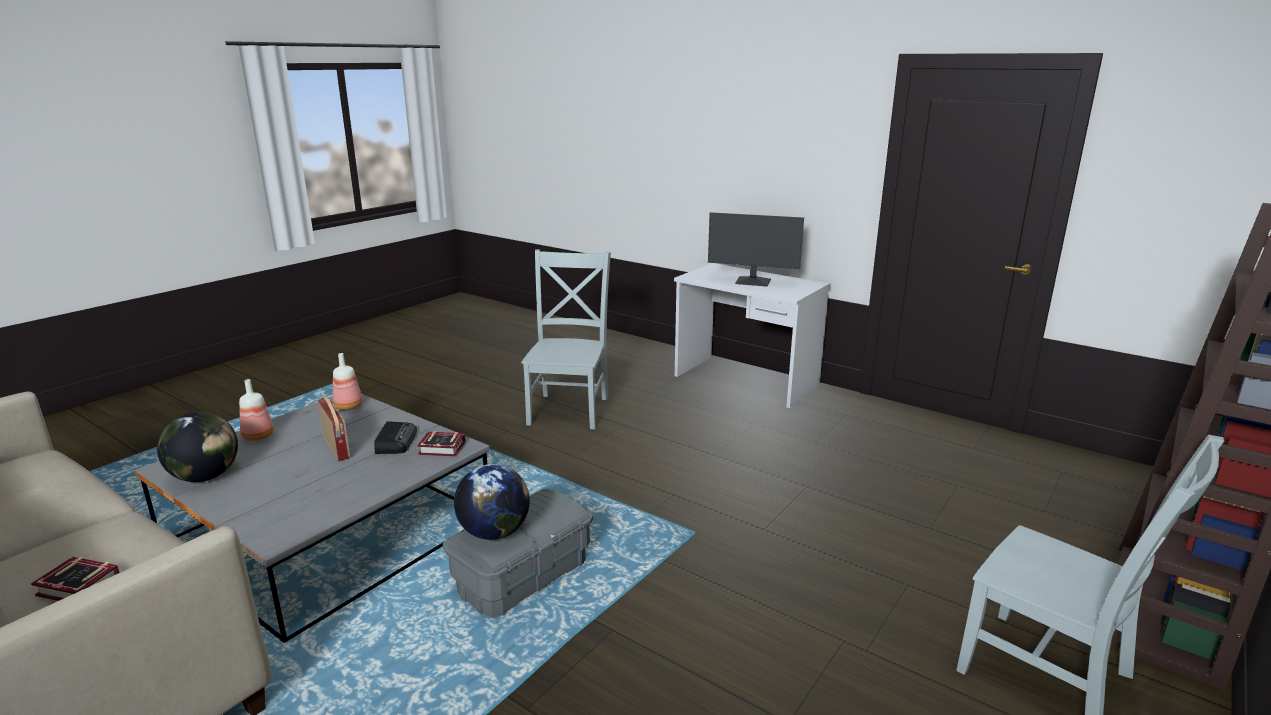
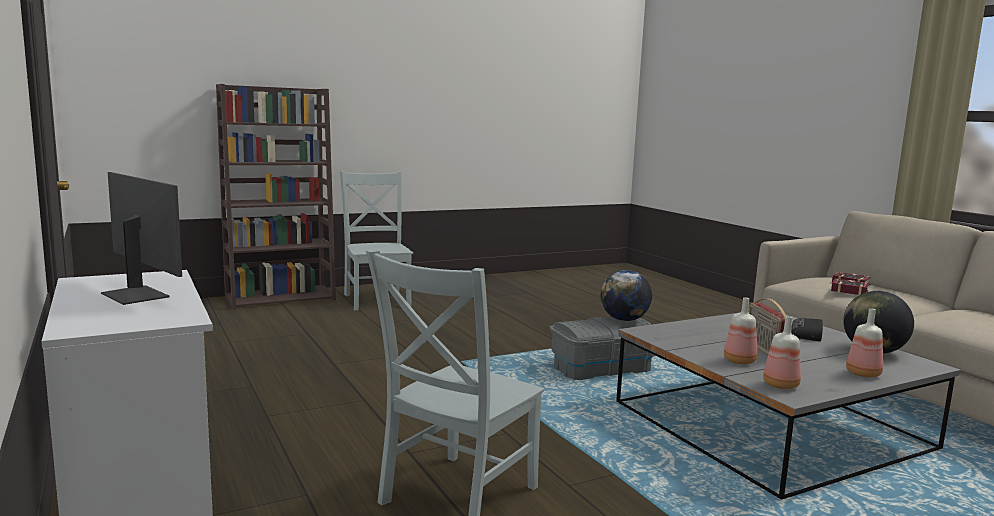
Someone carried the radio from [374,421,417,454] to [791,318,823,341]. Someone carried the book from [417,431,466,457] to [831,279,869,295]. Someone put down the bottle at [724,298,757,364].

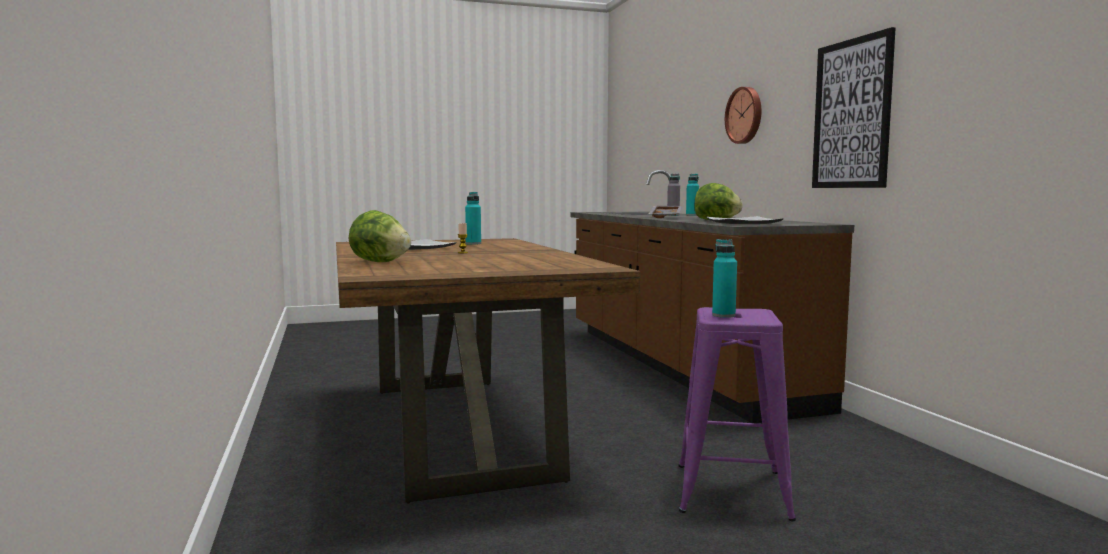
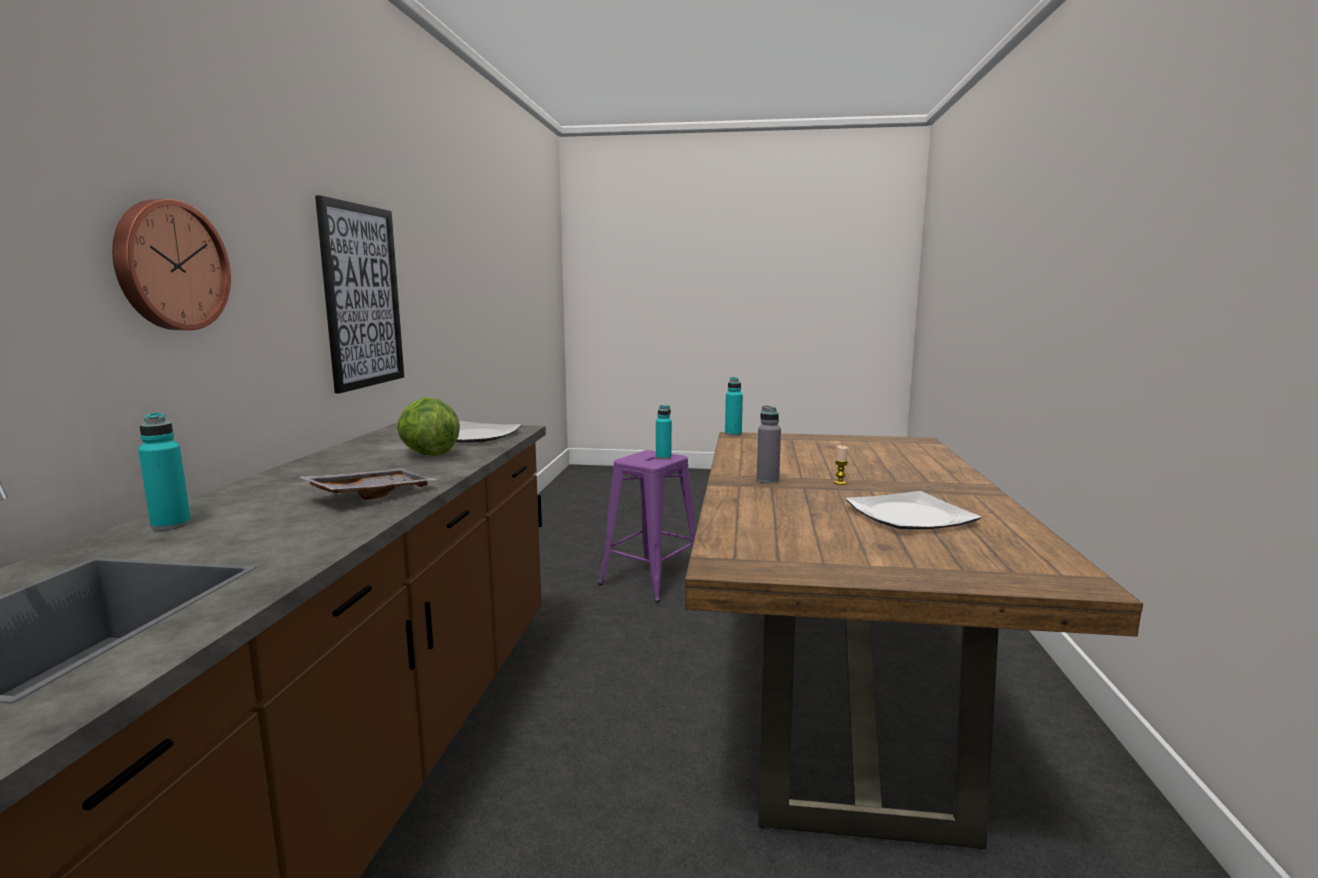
Someone carried the bottle/grey from [667,174,680,216] to [757,405,781,483]. Someone carried the bottle/turquoise from [465,192,481,245] to [725,377,743,436]. Someone took away the lettuce at [349,210,411,262].

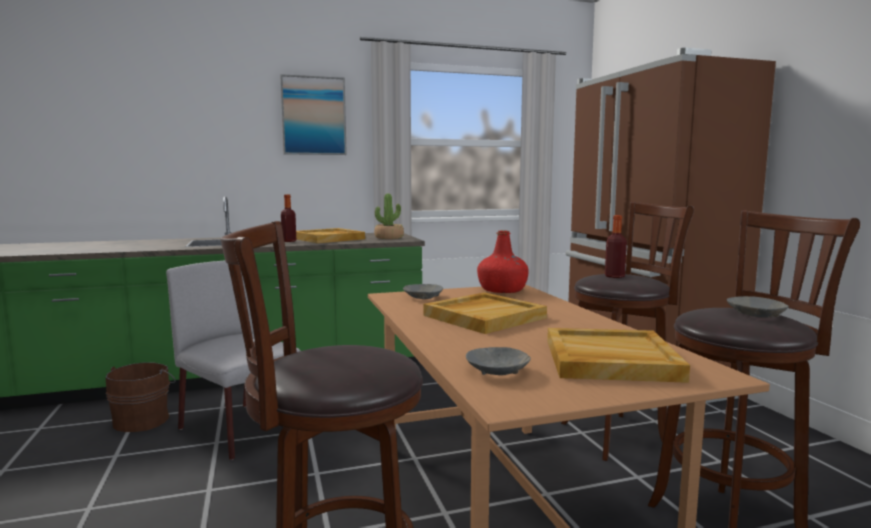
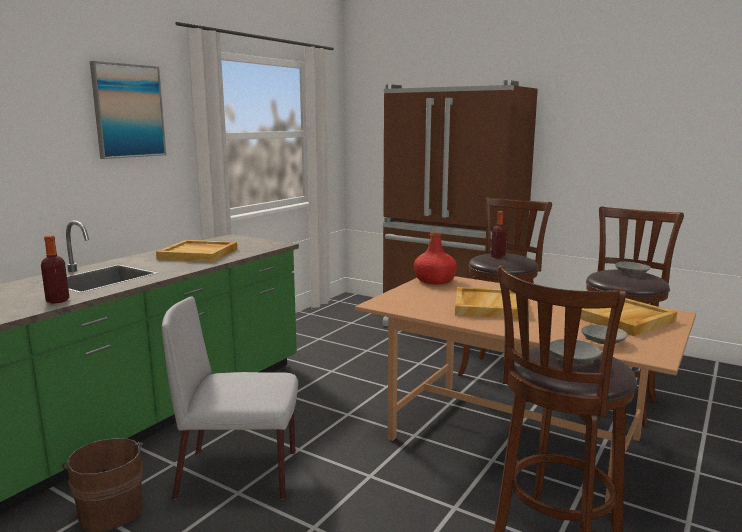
Someone took away the potted plant at [374,193,404,239]. Someone carried the bottle from [281,194,296,242] to [41,235,69,304]. Someone carried the bowl/grey from [403,284,443,299] to [550,339,602,364].

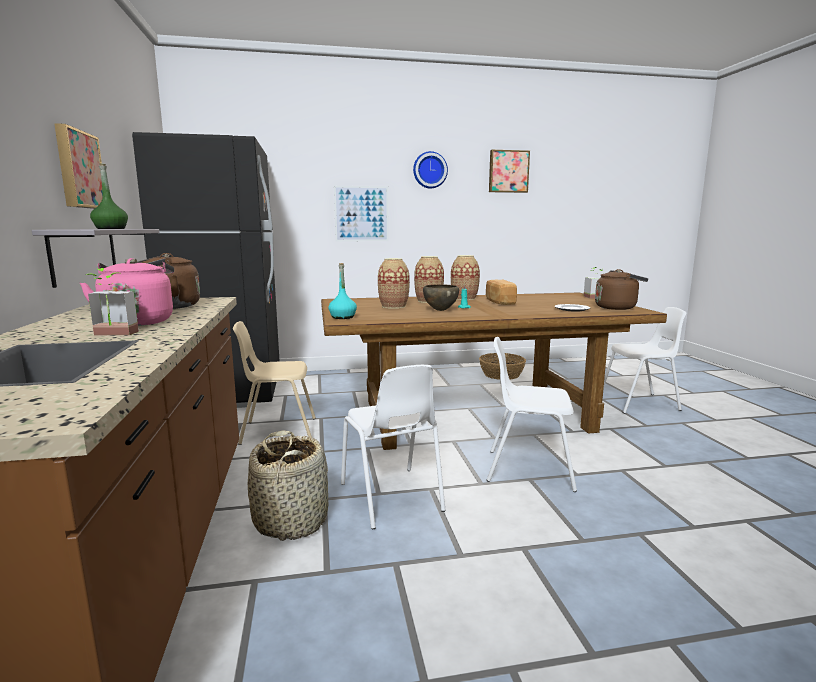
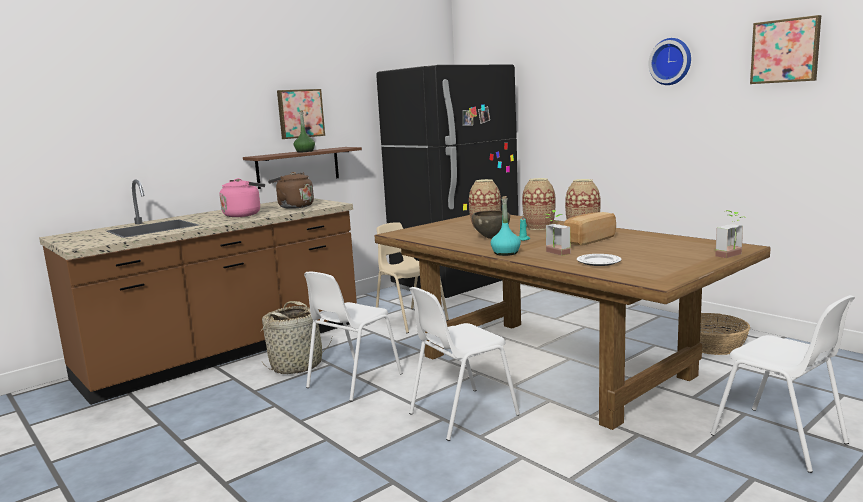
Someone took away the picture at [334,186,389,241]. Someone repainted the shelf/grey at [32,229,159,288], which became the shelf/brown at [243,147,362,189]. Someone carried the bottle/turquoise from [328,263,357,319] to [491,196,521,256]. Someone carried the potted plant from [86,268,139,335] to [546,210,570,256]. Someone took away the kettle/brown at [595,269,648,310]. Someone rotated the chair/white at [487,337,577,492] by 105 degrees counterclockwise.

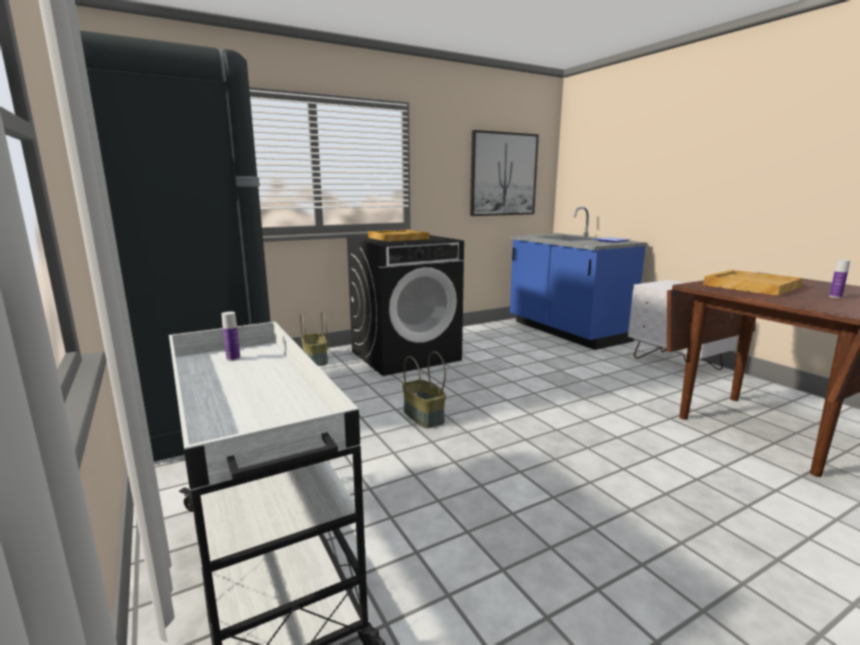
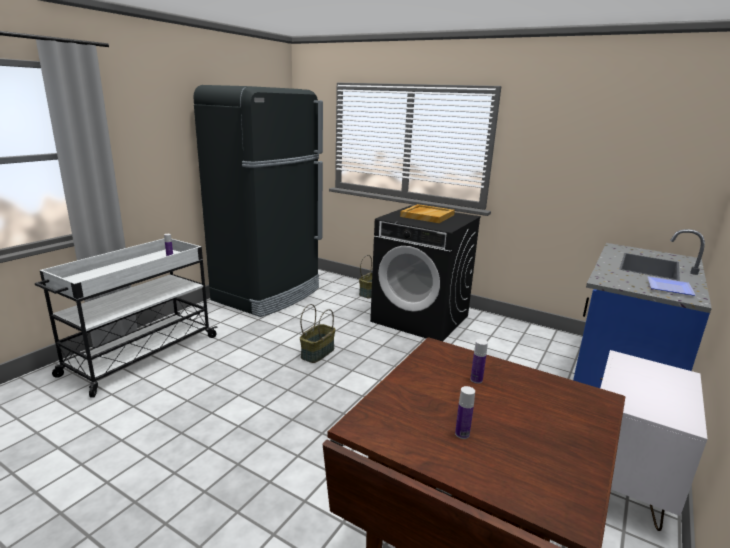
Someone took away the picture at [470,130,539,216]. Someone swapped the tray/beige at [703,270,803,296] for the bottle at [470,339,488,384].

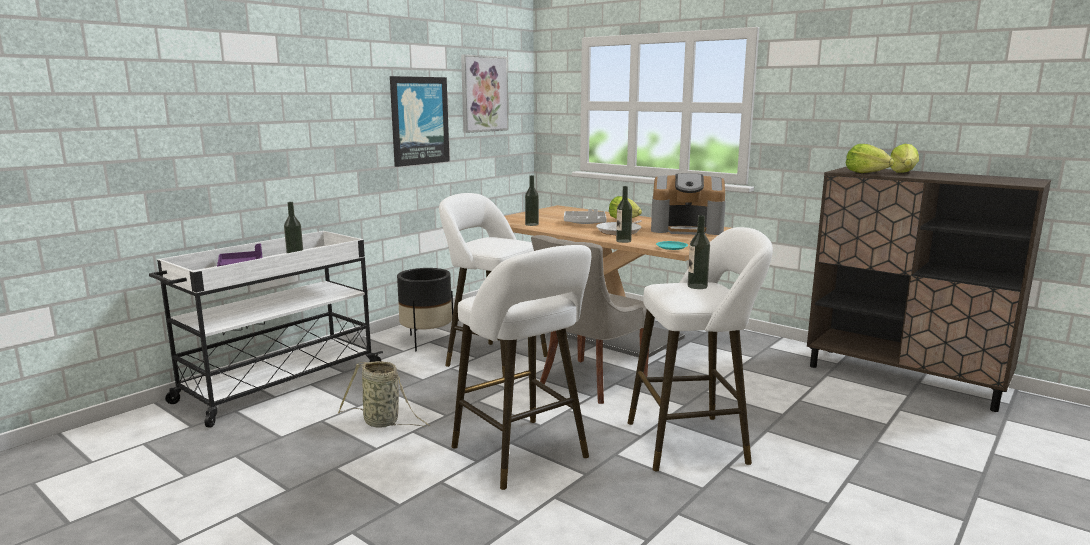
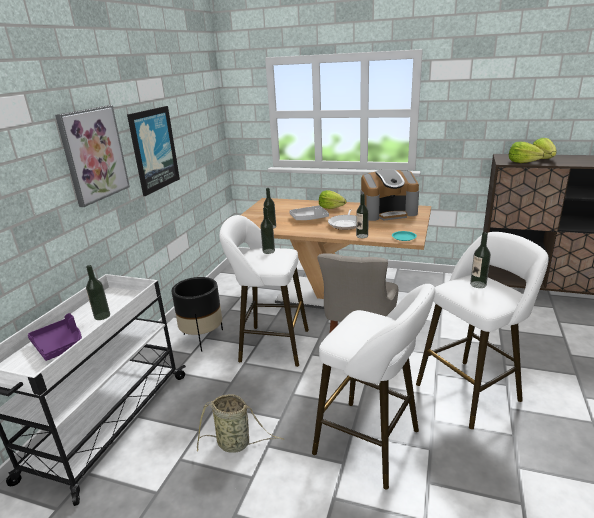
Someone carried the picture from [461,54,509,133] to [55,105,130,207]. Someone put down the bottle at [260,207,275,254].

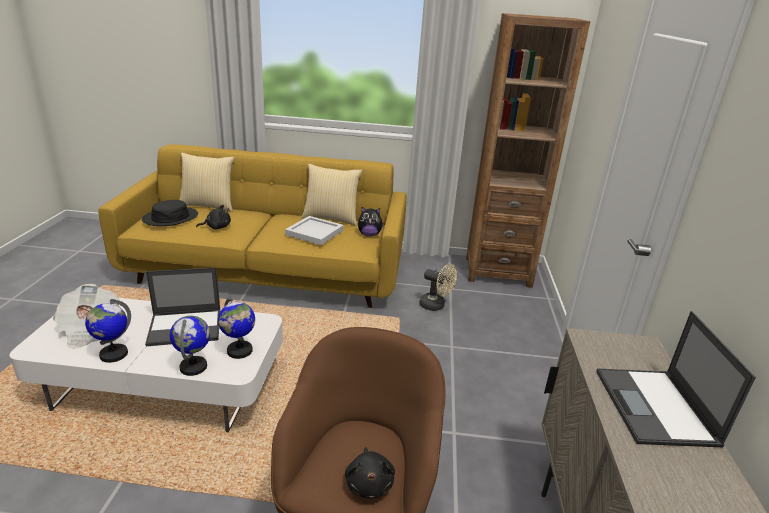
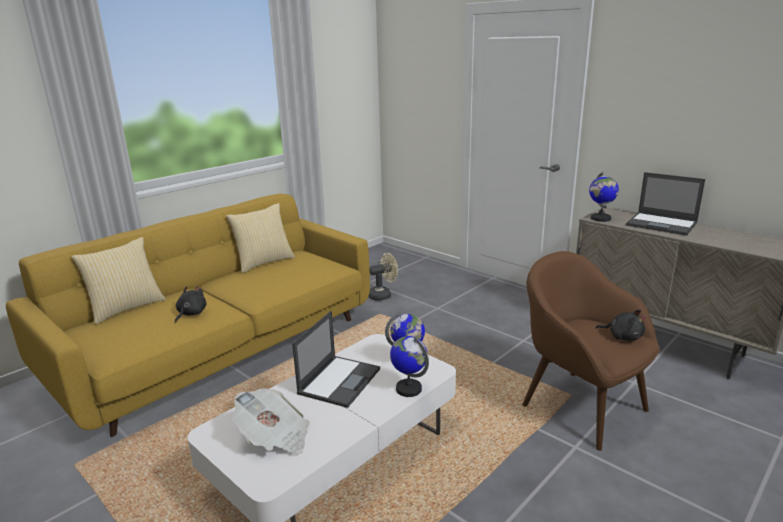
Someone took away the bookcase/brown at [466,13,590,288]. Someone took away the hat/black at [142,200,198,226]. Someone took away the plush toy at [358,207,384,237]. Someone took away the tray/white at [285,216,344,245]. Someone carried the globe from [85,299,131,363] to [589,172,619,222].

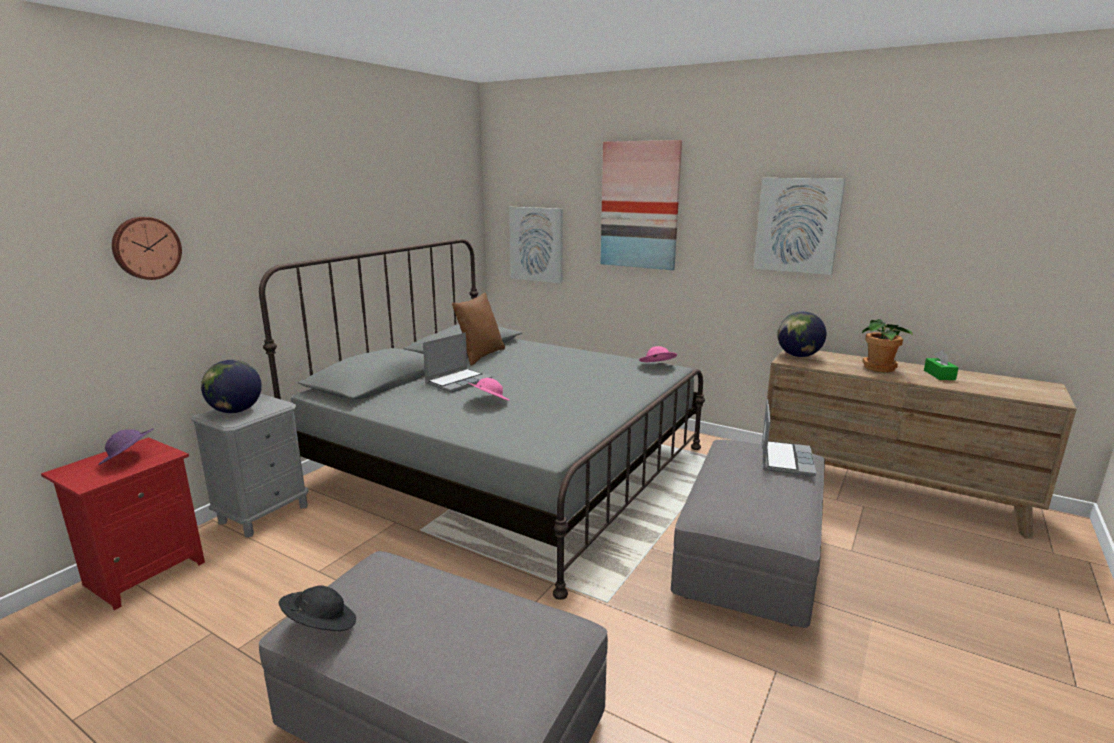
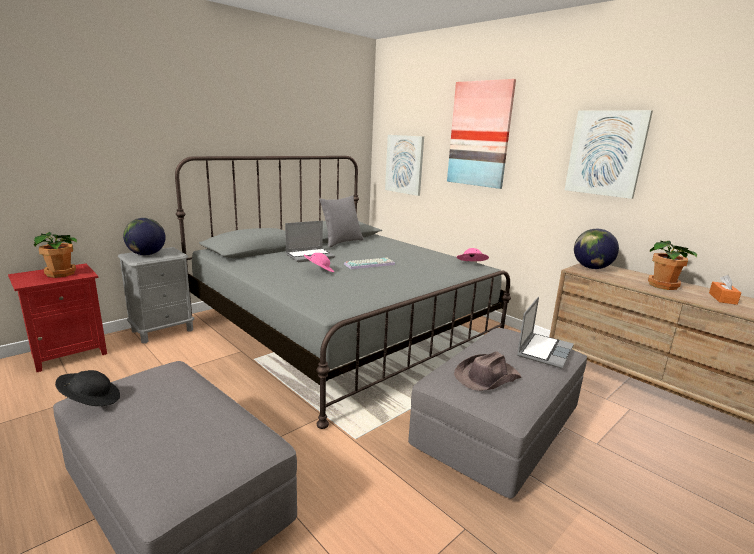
Someone took away the wall clock at [112,217,182,280]. Someone repainted the pillow/brown at [452,293,505,366], which became the pillow/grey at [319,196,363,248]. Someone repainted the tissue box/green at [924,350,959,380], which became the tissue box/orange at [709,275,741,305]. Someone swapped the hat/purple at [99,428,154,465] for the potted plant at [34,232,77,278]. Someone put down the keyboard at [344,258,395,269]. Someone put down the hat/brown at [454,351,522,391].

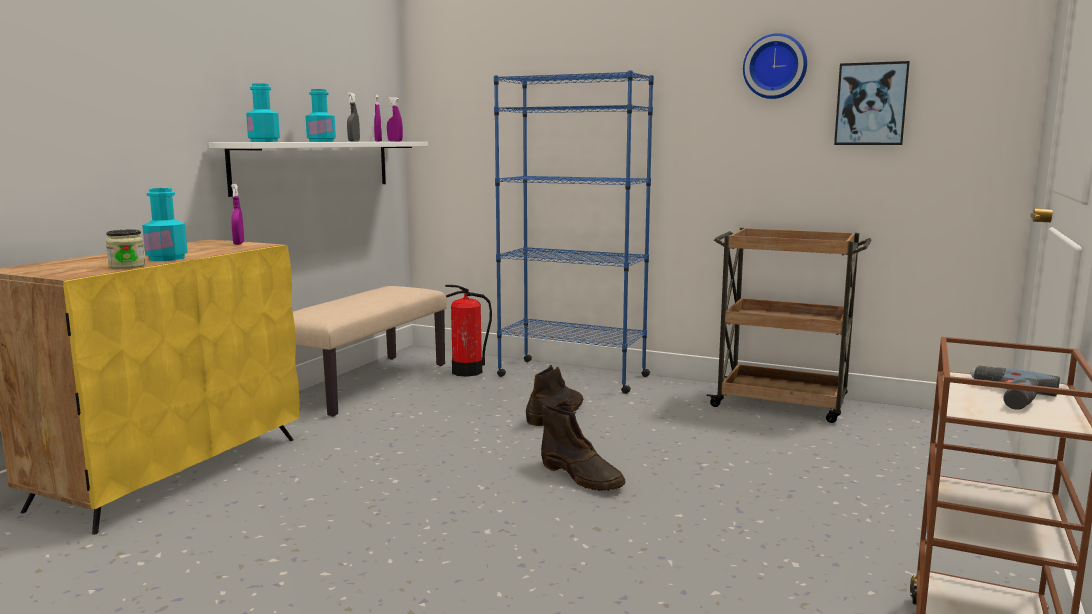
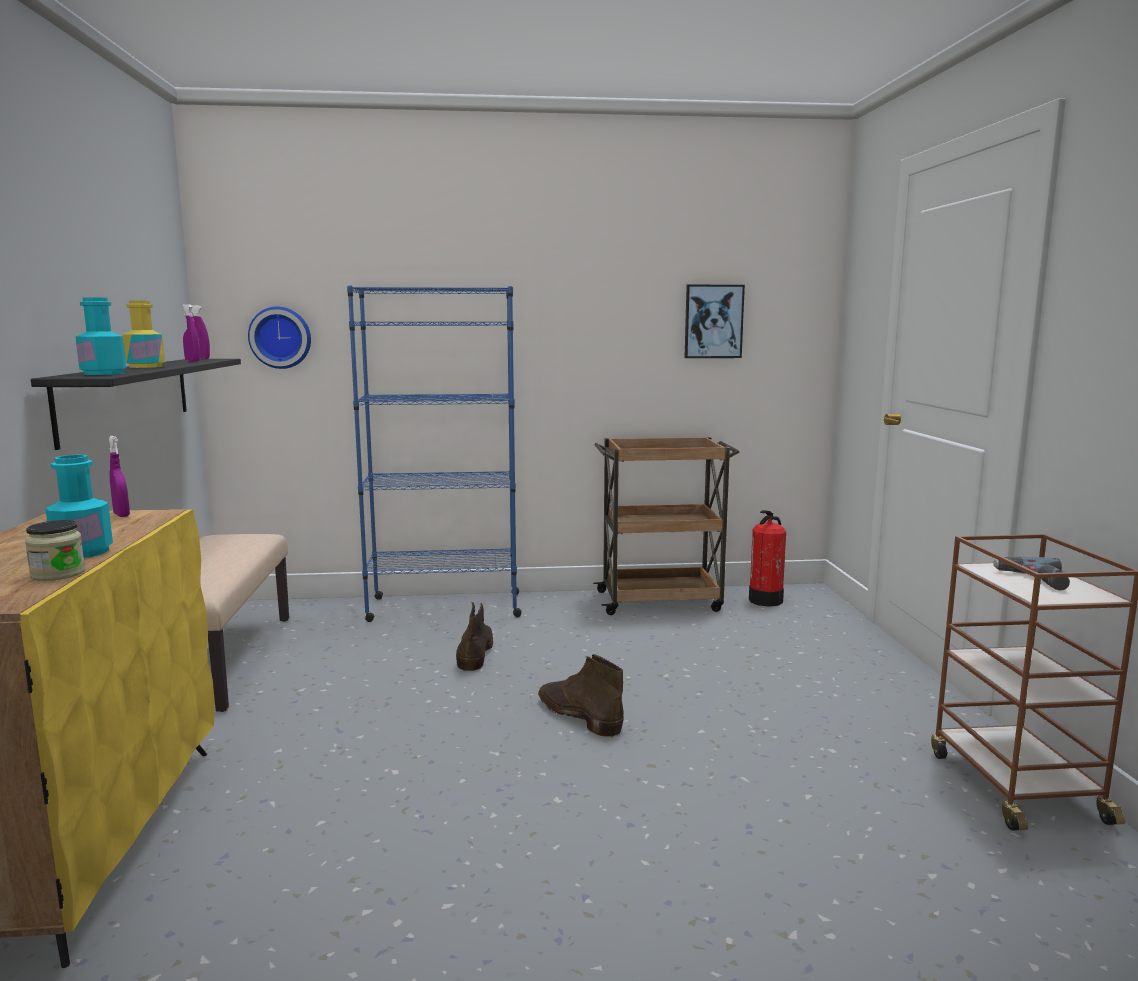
Someone carried the wall clock from [743,33,807,99] to [248,307,311,369]. Someone repainted the bottle/turquoise at [306,89,336,142], which became the bottle/yellow at [123,300,165,368]. Someone took away the spray bottle/grey at [347,92,360,142]. Someone repainted the shelf/white at [208,142,428,197], which became the shelf/black at [31,359,241,450]. Someone carried the fire extinguisher from [445,285,492,377] to [749,510,786,607]. Someone rotated the boot/brown at [541,405,626,491] by 150 degrees counterclockwise.

